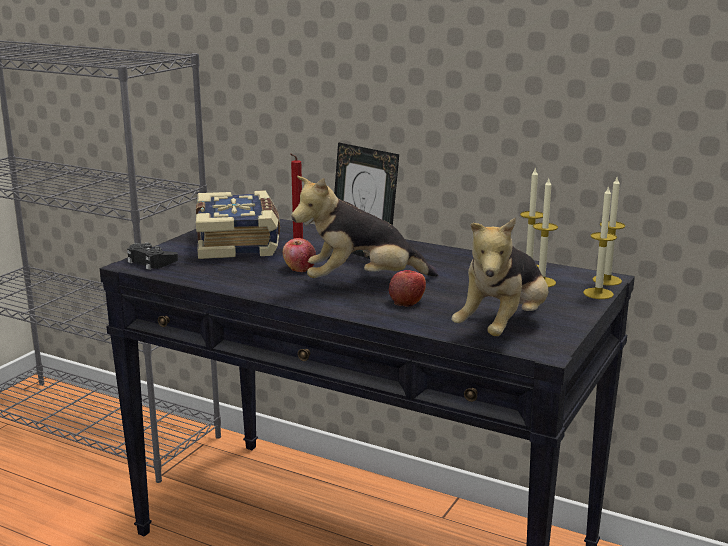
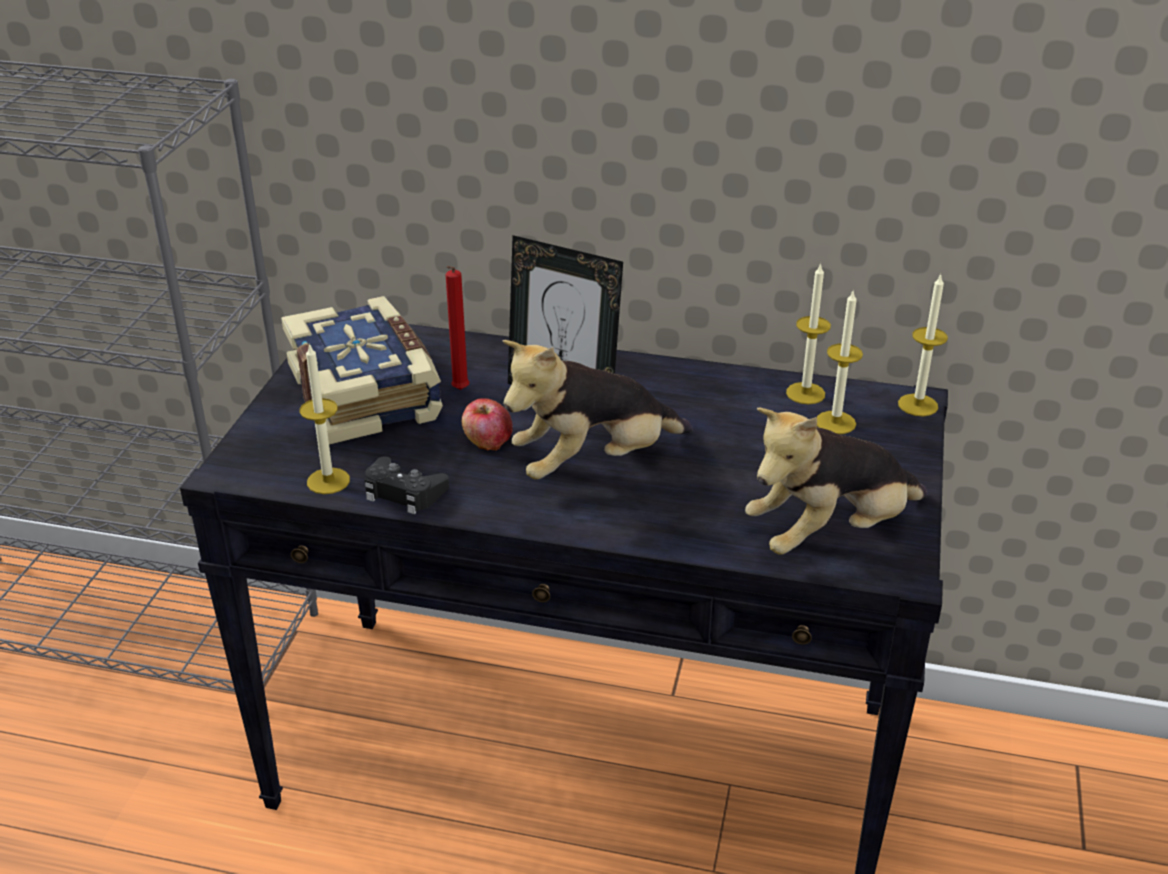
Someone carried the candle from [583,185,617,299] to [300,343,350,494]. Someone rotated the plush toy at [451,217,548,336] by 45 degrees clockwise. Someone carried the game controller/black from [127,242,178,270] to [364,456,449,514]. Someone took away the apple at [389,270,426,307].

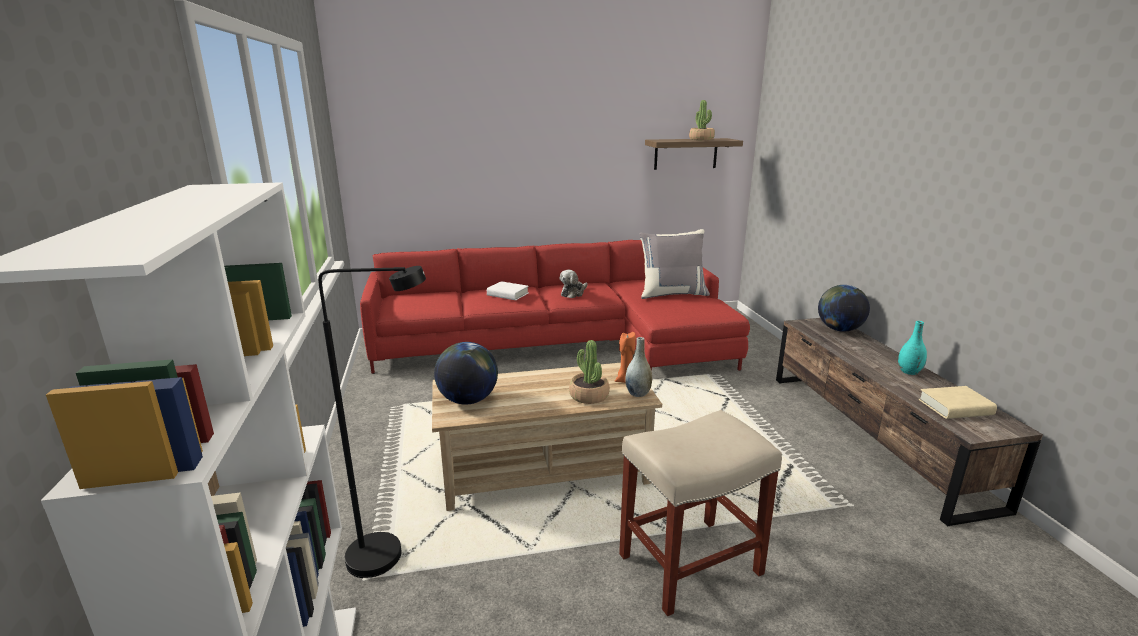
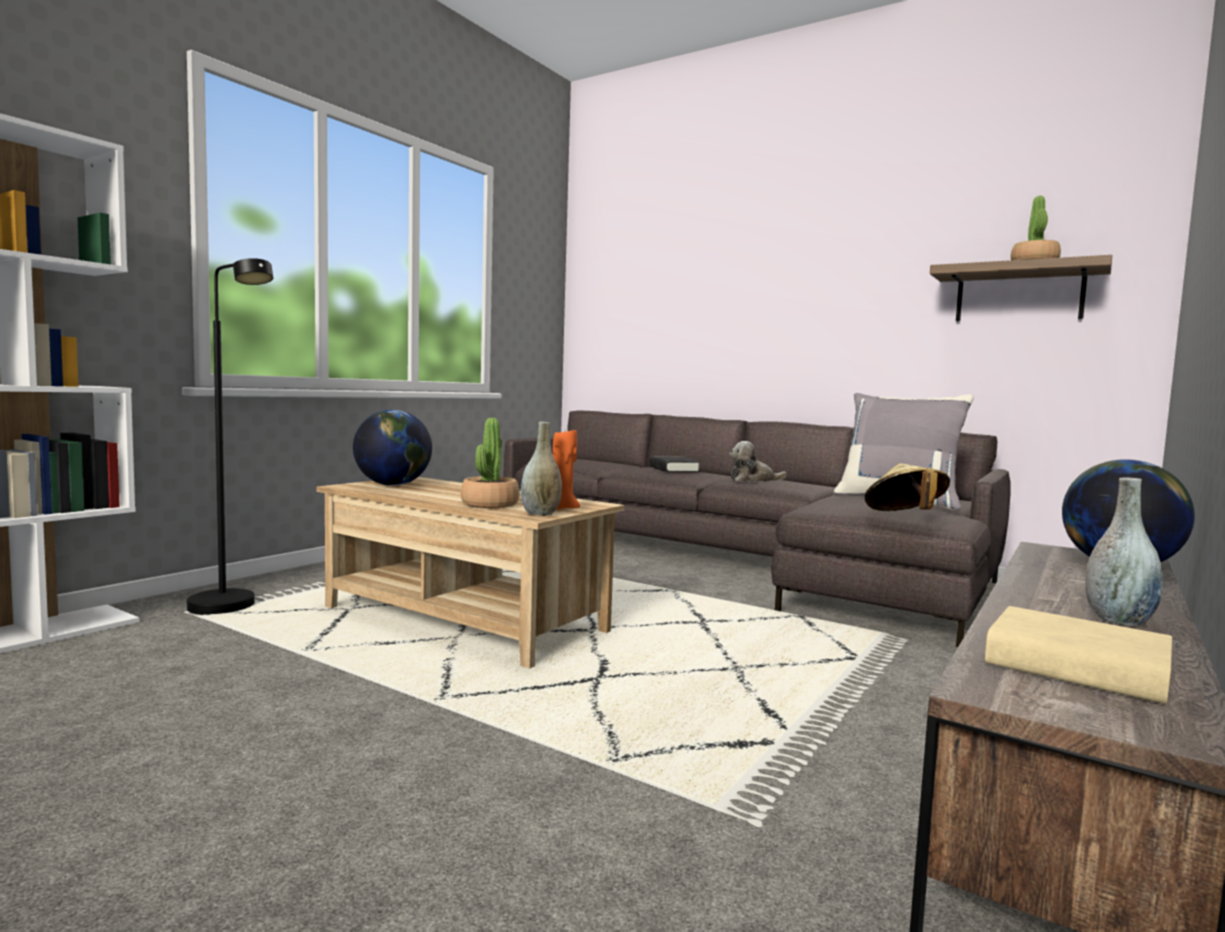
Someone repainted the sofa/red at [360,240,750,374], which became the sofa/grey at [504,410,1011,647]. Someone repainted the book/white at [487,281,528,300], which became the book/black at [650,456,700,472]. Someone repainted the vase/turquoise at [898,321,927,375], which became the vase/grey at [1085,477,1163,626]. Someone took away the stool/beige at [619,410,782,616]. Someone put down the hat/beige at [864,463,950,511].

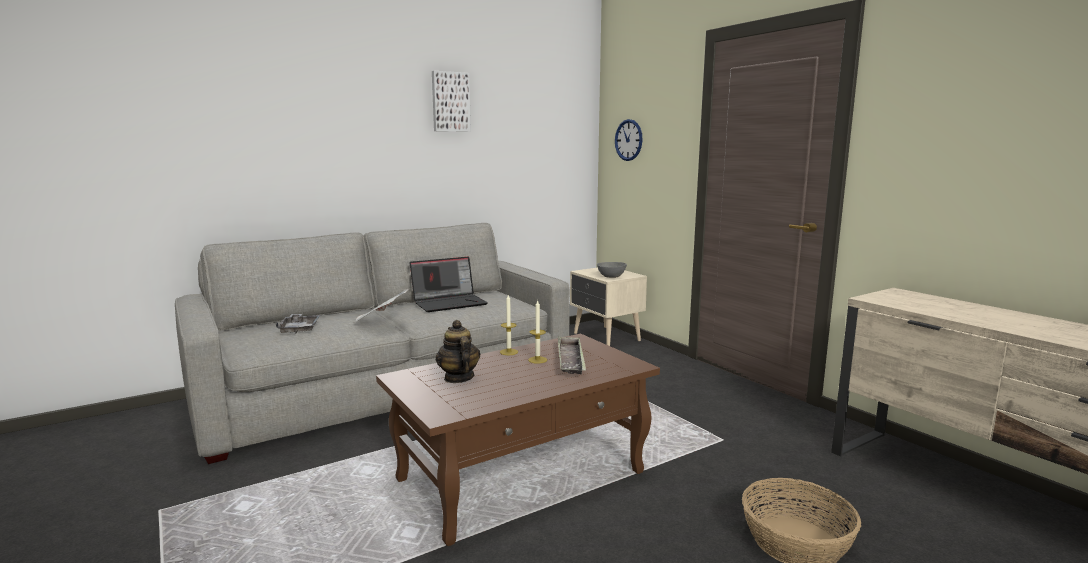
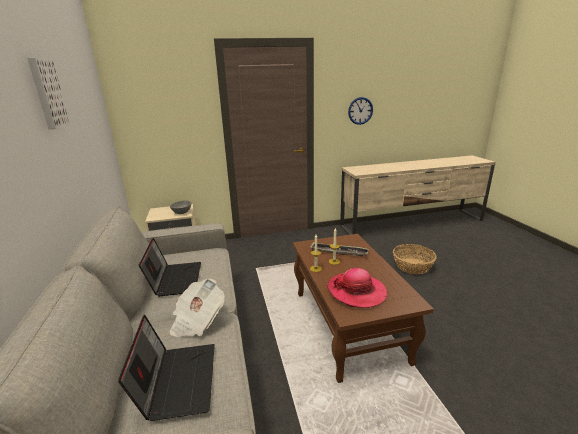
Someone carried the wall clock from [615,119,643,161] to [348,97,373,125]. Someone swapped the tray/grey at [276,314,320,334] for the laptop at [118,315,215,421]. Someone swapped the teapot at [436,320,480,383] for the hat at [327,268,387,308].

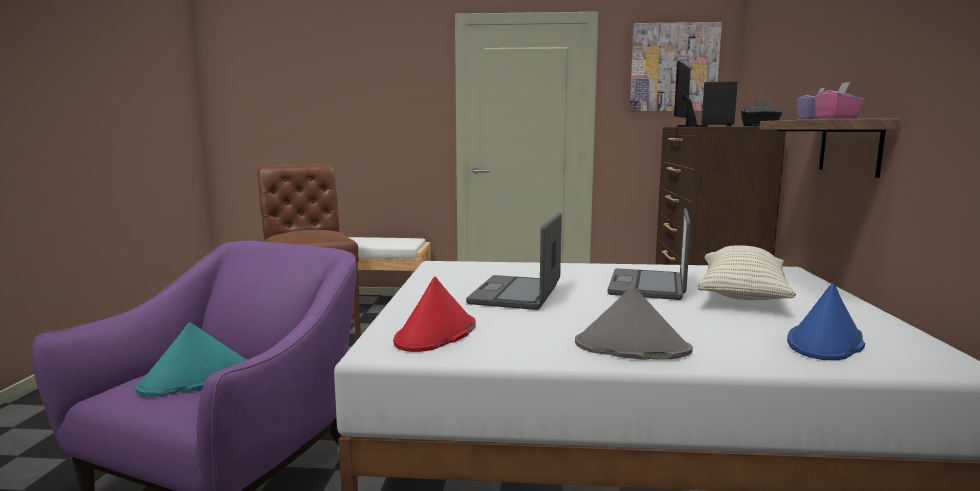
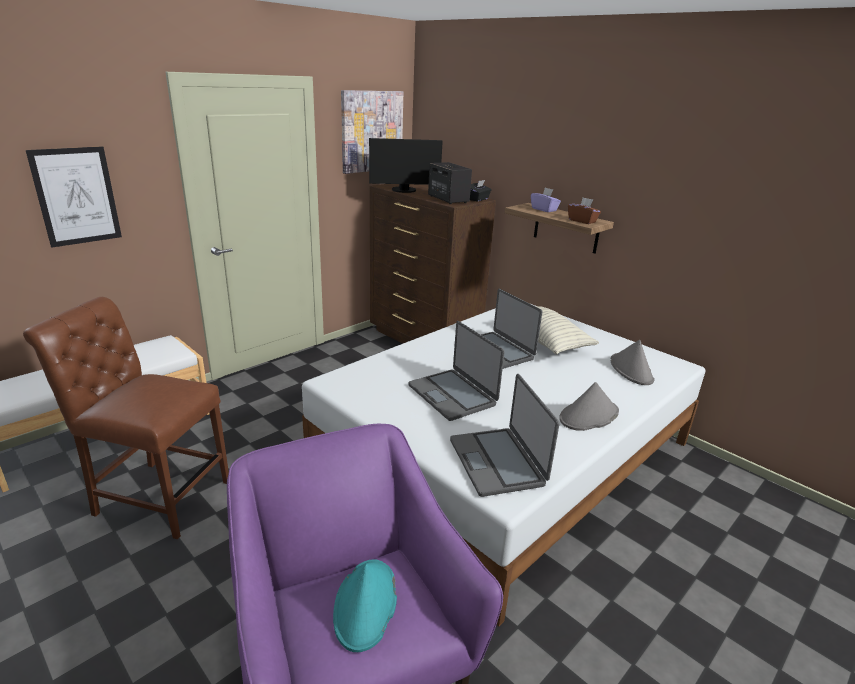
Someone rotated the monitor at [674,61,704,127] by 75 degrees counterclockwise. Someone repainted the tissue box/pink at [815,81,865,119], which became the tissue box/brown at [568,197,601,224]. Someone swapped the hat/red at [393,277,476,352] for the laptop at [450,374,560,497]. Someone repainted the hat/blue at [787,283,865,360], which became the hat/grey at [610,340,655,385]. Someone put up the picture at [26,146,122,247].

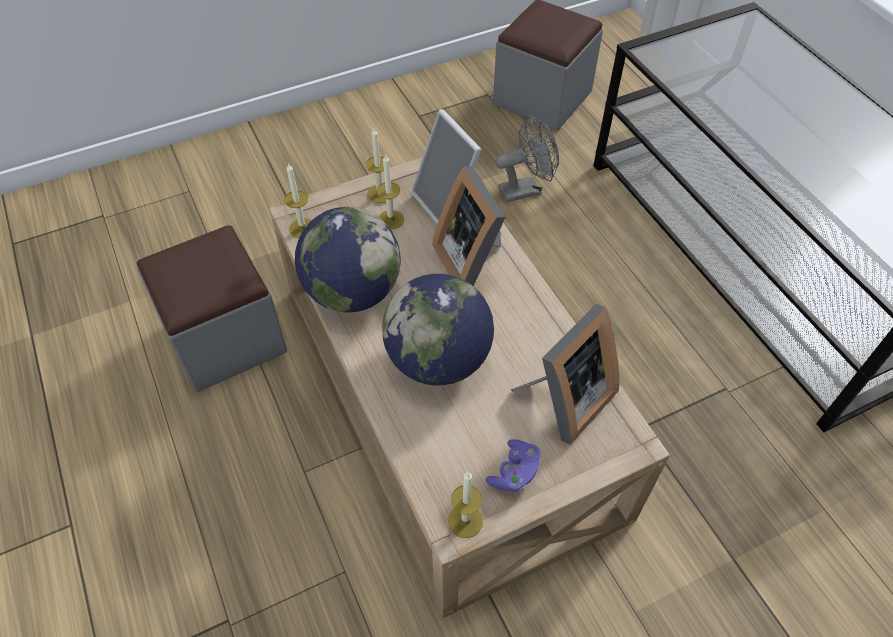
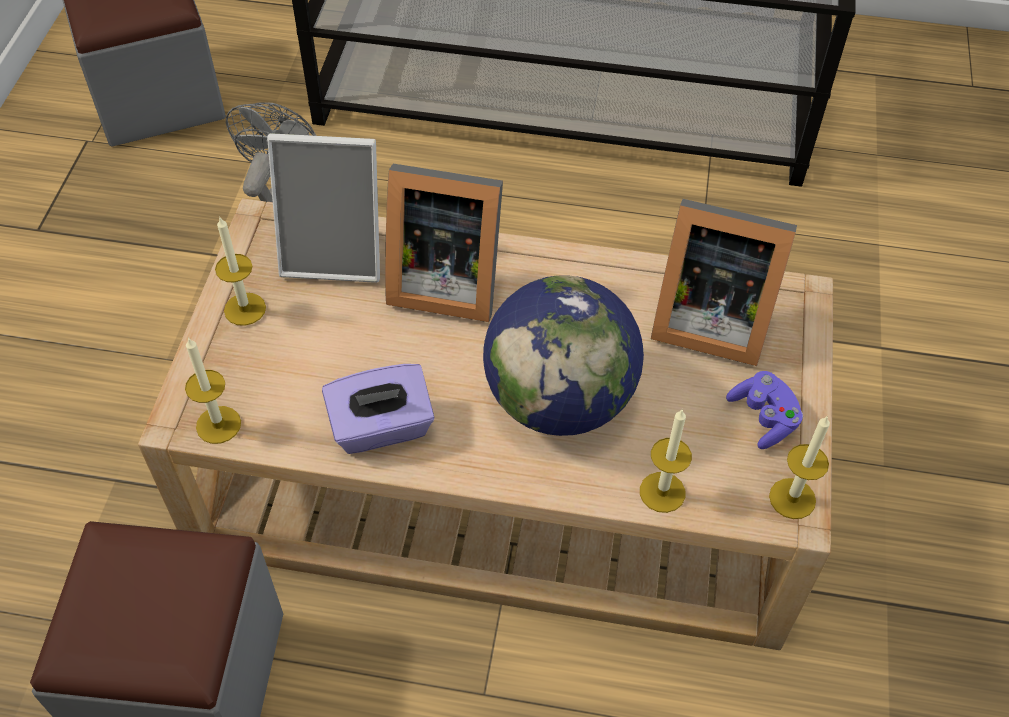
Someone carried the candle from [377,154,404,230] to [640,410,692,513]. Someone swapped the globe at [295,207,401,313] for the tissue box/purple at [322,364,435,454]. Someone rotated the picture frame at [511,304,619,445] by 120 degrees clockwise.

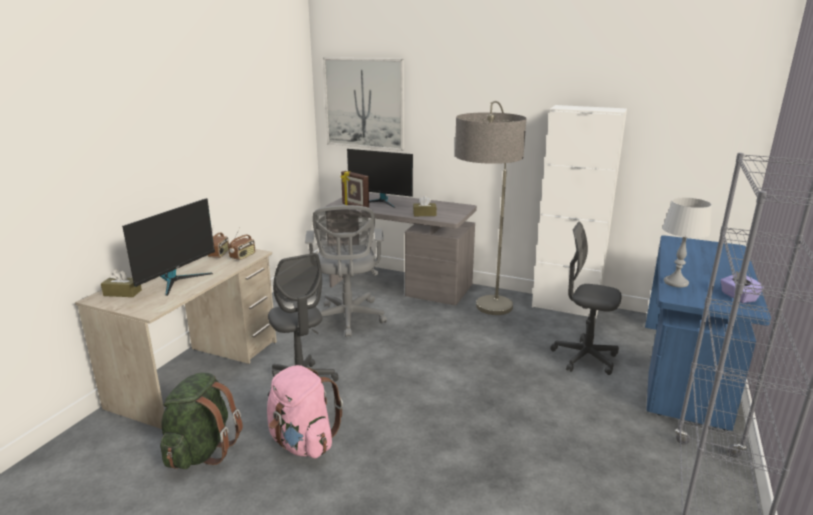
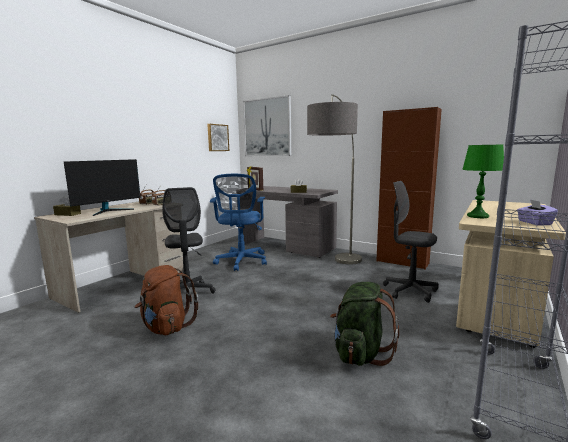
Someone repainted the cabinet/white at [532,105,627,319], which became the cabinet/brown at [376,107,442,270]. Someone took away the monitor at [347,149,413,208]. Someone repainted the table lamp/grey at [662,197,712,287], which became the table lamp/green at [462,145,504,218]. Someone repainted the office chair/grey at [305,205,387,337], which became the office chair/blue at [210,174,267,271]. Someone repainted the desk/blue at [645,235,771,431], which became the desk/beige at [456,200,566,348]. Someone repainted the backpack/pink at [267,365,343,458], which became the backpack/brown at [135,265,198,335]. Someone carried the backpack/green from [160,373,243,469] to [330,282,399,366]. Someone put up the picture at [207,124,229,151].

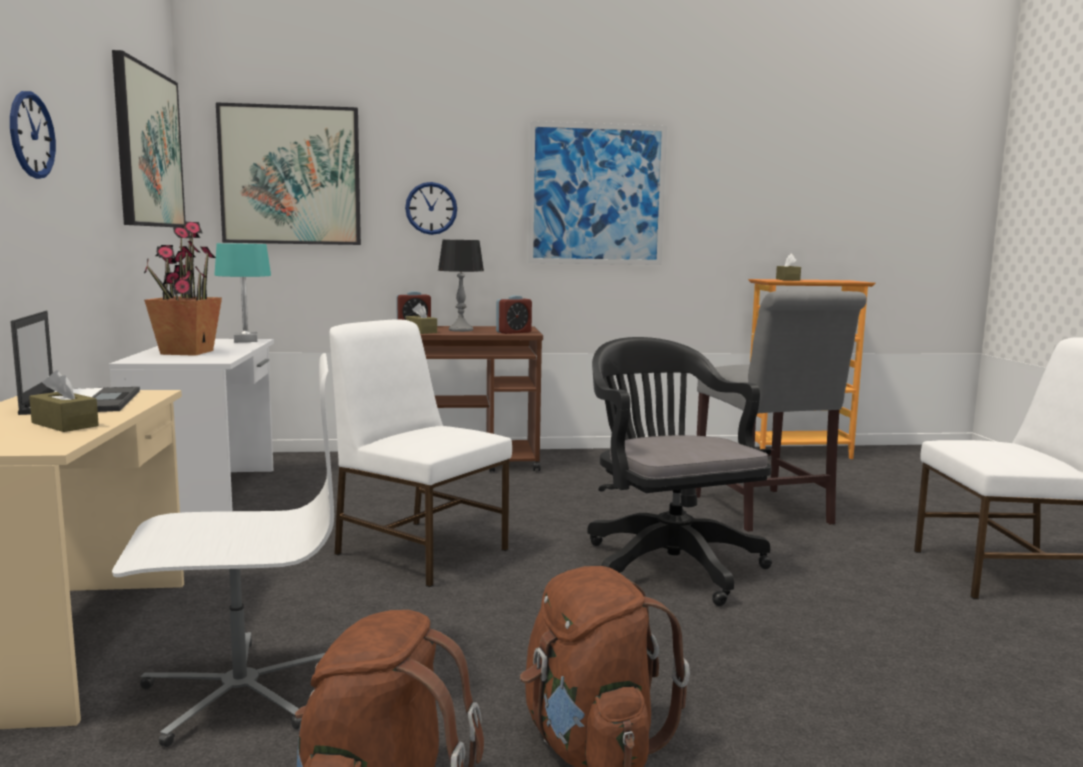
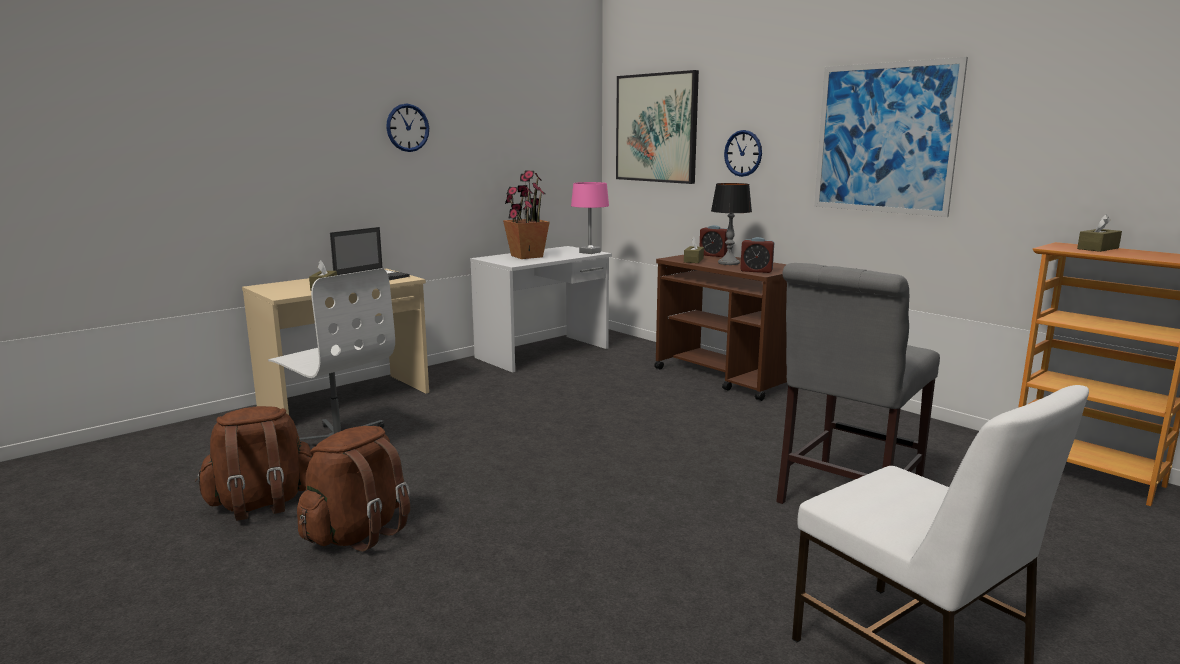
Someone took away the picture at [112,50,185,227]. Someone repainted the table lamp/turquoise at [215,243,271,342], which became the table lamp/pink at [571,182,609,254]. Someone took away the chair/white at [330,319,512,587]. Someone took away the office chair/black at [587,337,772,606].

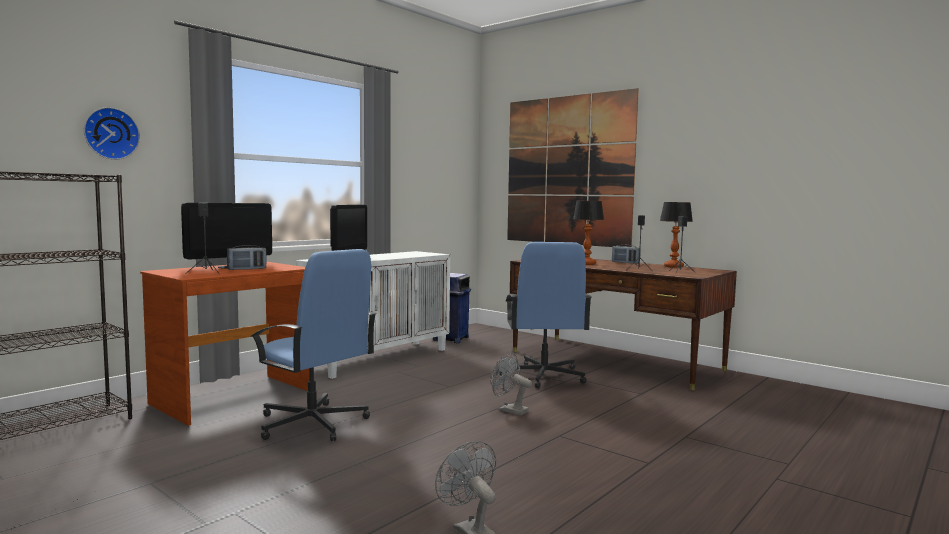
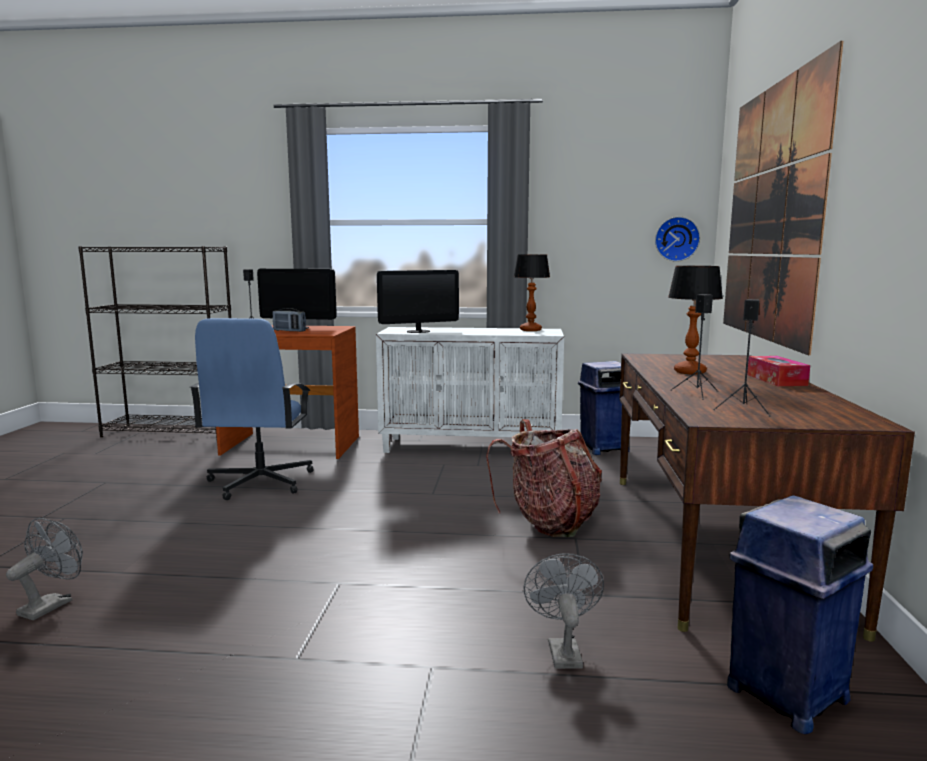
Someone carried the wall clock from [84,107,140,160] to [655,217,700,262]. Someone carried the table lamp from [660,202,693,268] to [514,254,550,331]. Someone swapped the office chair/blue at [500,242,592,388] for the backpack at [486,419,602,537]. Someone swapped the radio at [612,245,641,264] for the tissue box at [747,356,810,386]. Someone carried the fan/grey from [490,353,532,415] to [523,553,604,669]. Someone put down the trash can/blue at [727,495,873,734].

